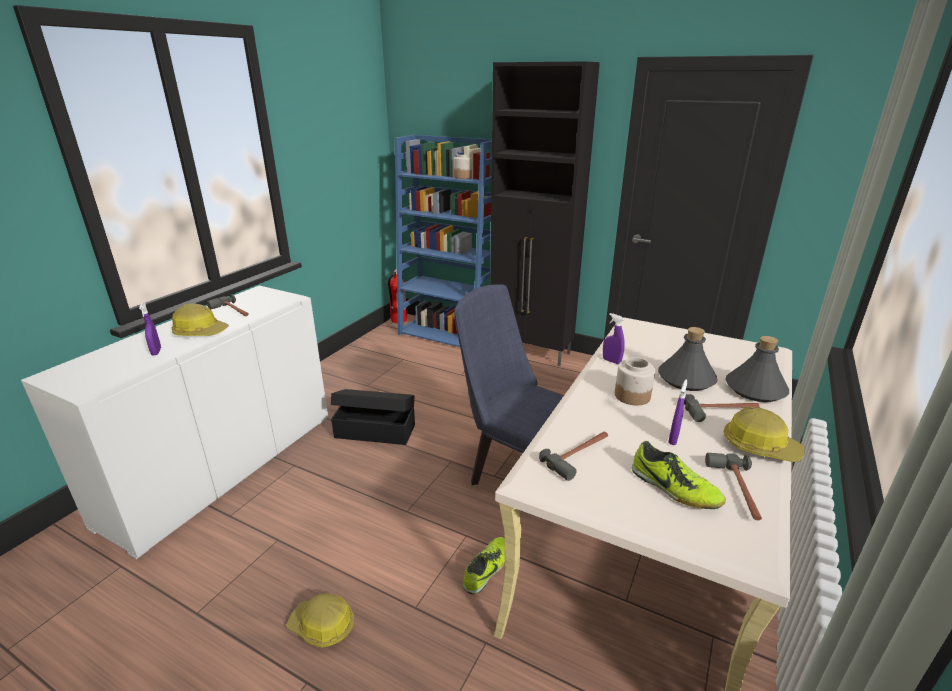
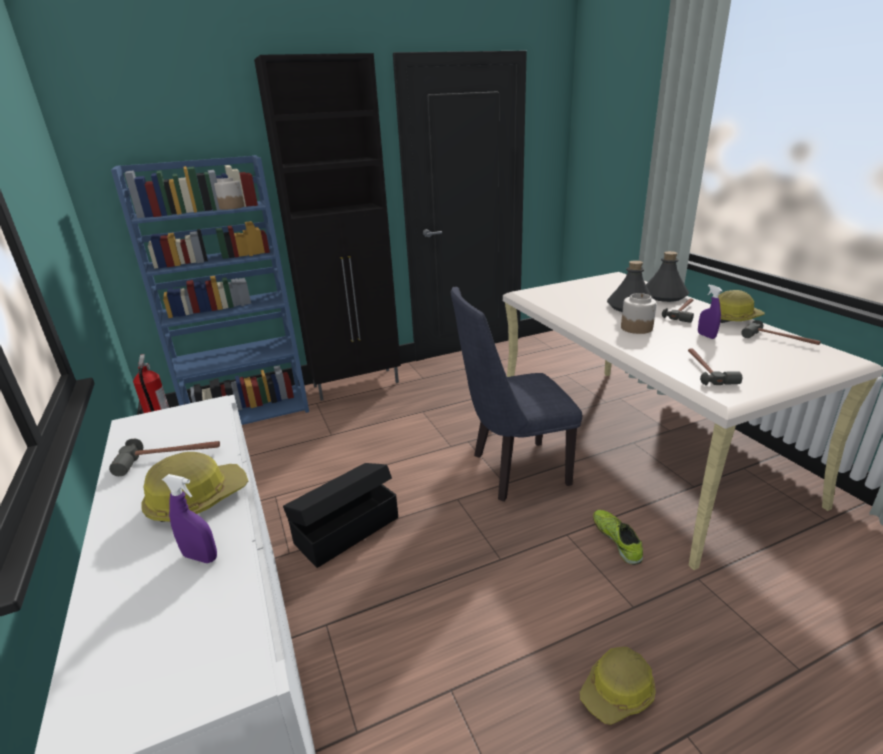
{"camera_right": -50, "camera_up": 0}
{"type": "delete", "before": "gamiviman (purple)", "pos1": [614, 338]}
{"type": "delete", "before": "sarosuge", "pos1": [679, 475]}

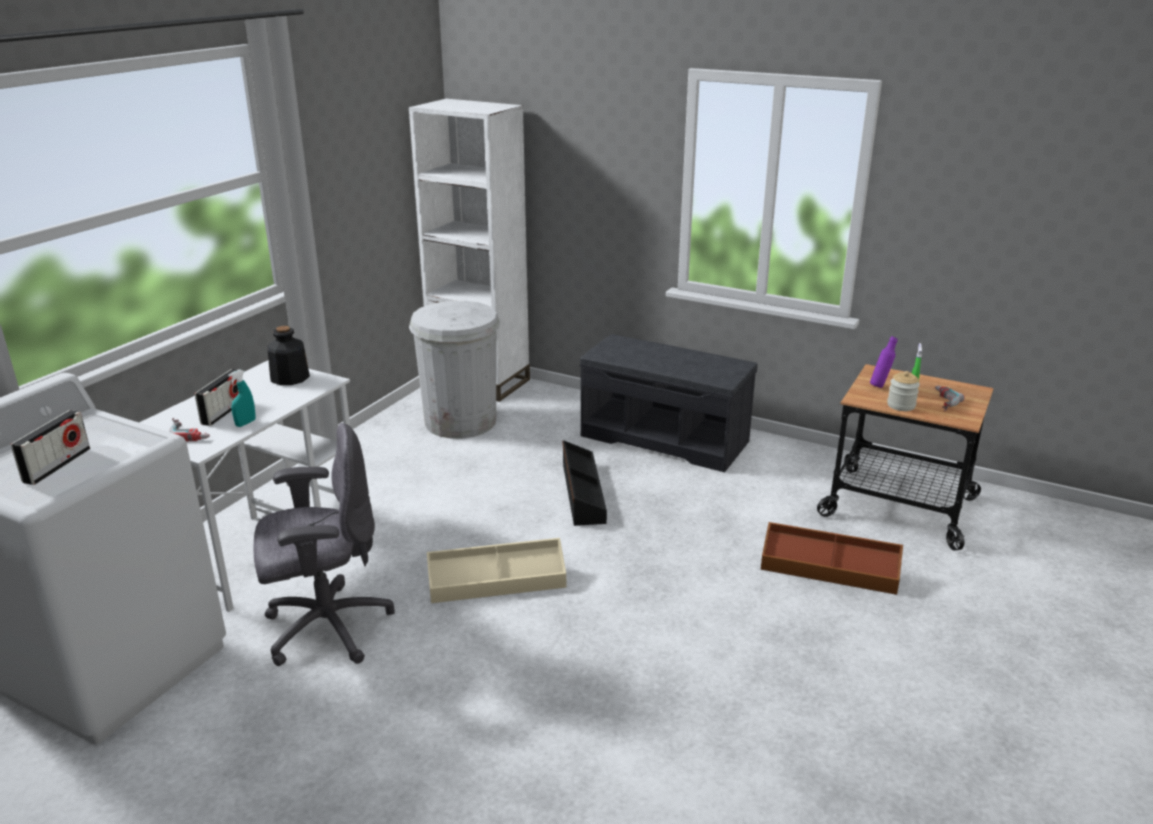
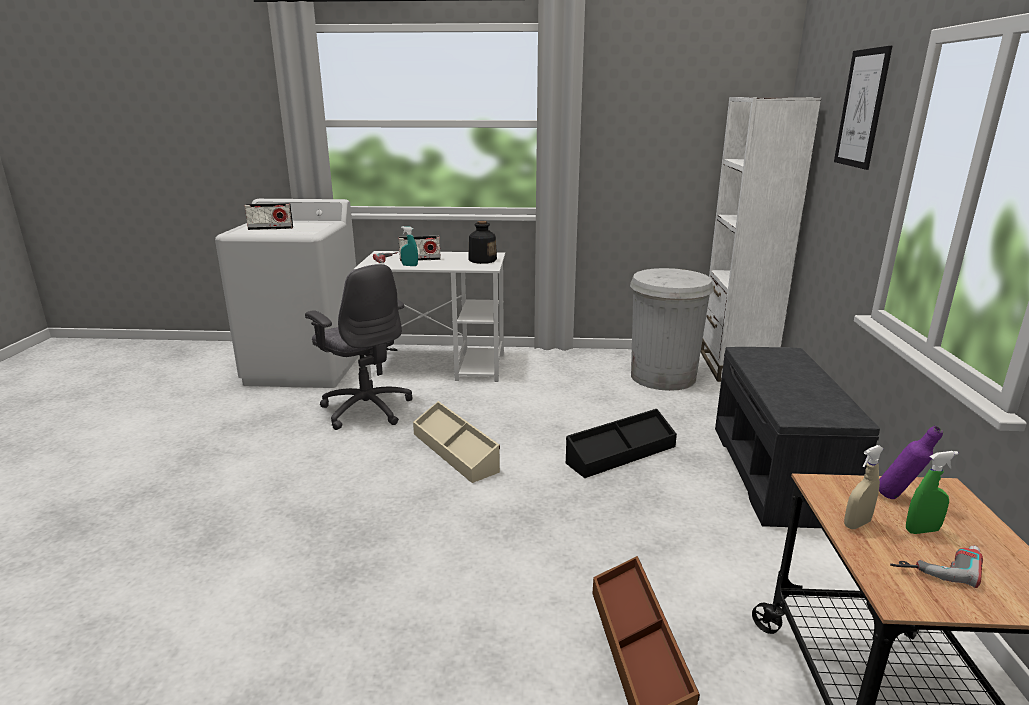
{"camera_right": 65, "camera_up": -5}
{"type": "replace", "before": "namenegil", "after": "gamiviman (beige)", "pos1": [903, 391], "pos2": [863, 487]}
{"type": "insert", "after": "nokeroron", "pos2": [863, 108]}

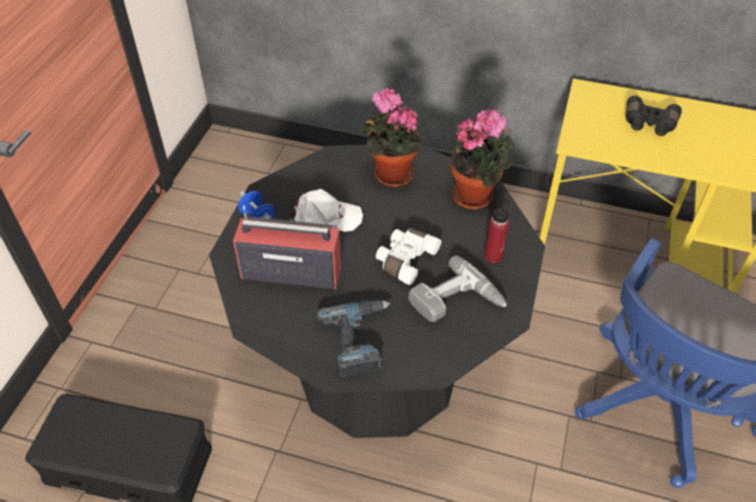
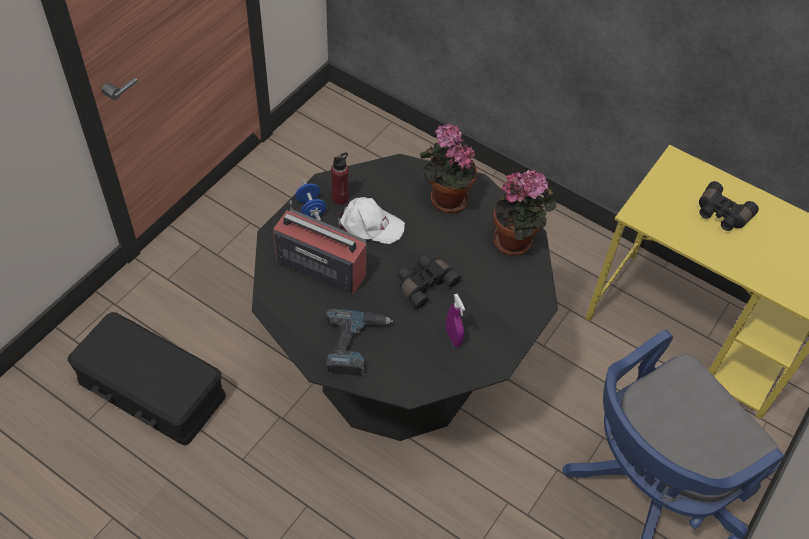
{"camera_right": 15, "camera_up": 5}
{"type": "move", "before": "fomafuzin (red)", "pos1": [497, 232], "pos2": [340, 178]}
{"type": "recolor", "before": "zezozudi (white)", "after": "zezozudi (black)", "pos1": [408, 257], "pos2": [430, 282]}
{"type": "replace", "before": "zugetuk", "after": "gamiviman (purple)", "pos1": [458, 288], "pos2": [455, 320]}

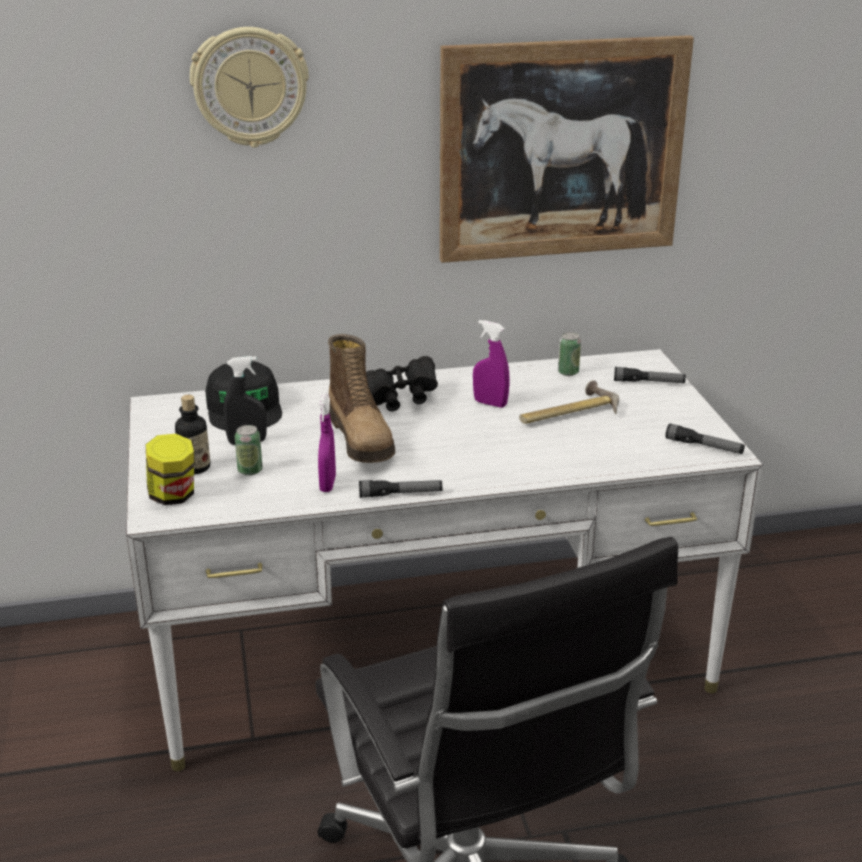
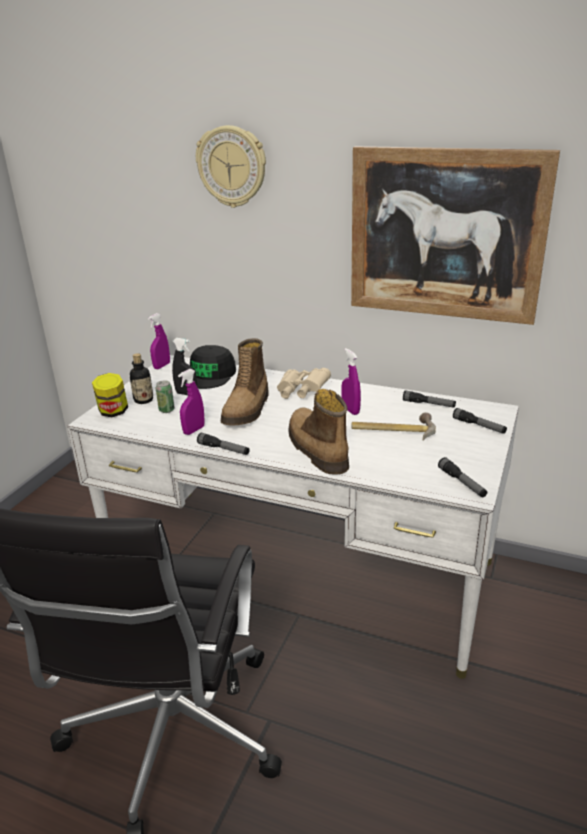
{"camera_right": 35, "camera_up": 0}
{"type": "replace", "before": "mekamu", "after": "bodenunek", "pos1": [569, 354], "pos2": [429, 399]}
{"type": "recolor", "before": "zezozudi (black)", "after": "zezozudi (beige)", "pos1": [402, 383], "pos2": [304, 383]}
{"type": "insert", "after": "gamiviman (purple)", "pos2": [159, 341]}
{"type": "insert", "after": "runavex", "pos2": [318, 432]}

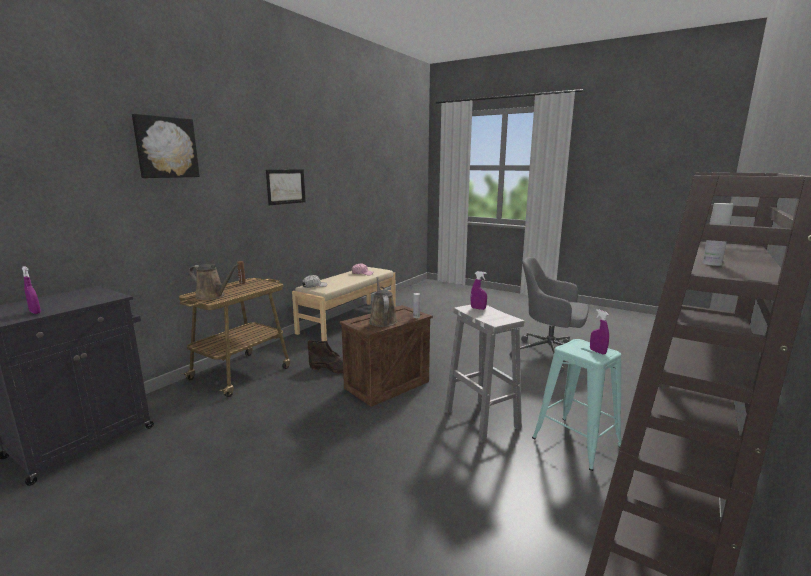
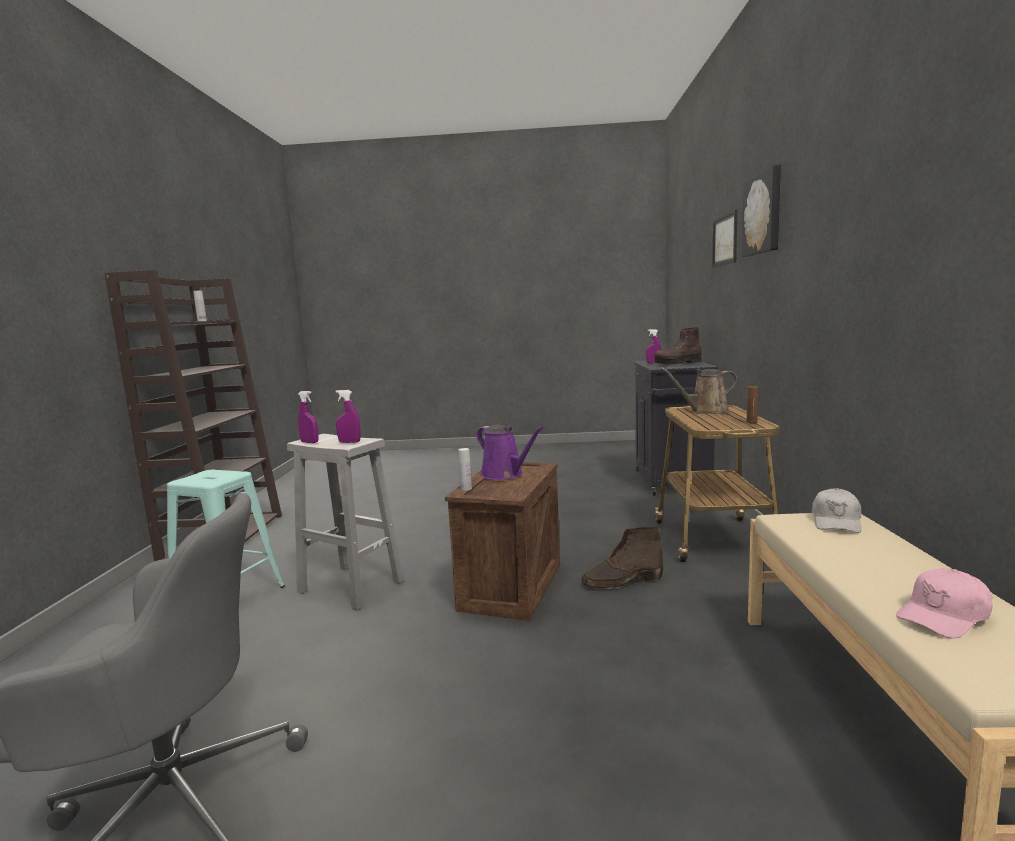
{"camera_right": 150, "camera_up": -5}
{"type": "move", "before": "nokeroron", "pos1": [286, 187], "pos2": [724, 238]}
{"type": "recolor", "before": "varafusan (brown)", "after": "varafusan (purple)", "pos1": [383, 302], "pos2": [510, 452]}
{"type": "move", "before": "gamiviman (purple)", "pos1": [599, 332], "pos2": [308, 417]}
{"type": "insert", "after": "runavex (brown)", "pos2": [678, 345]}

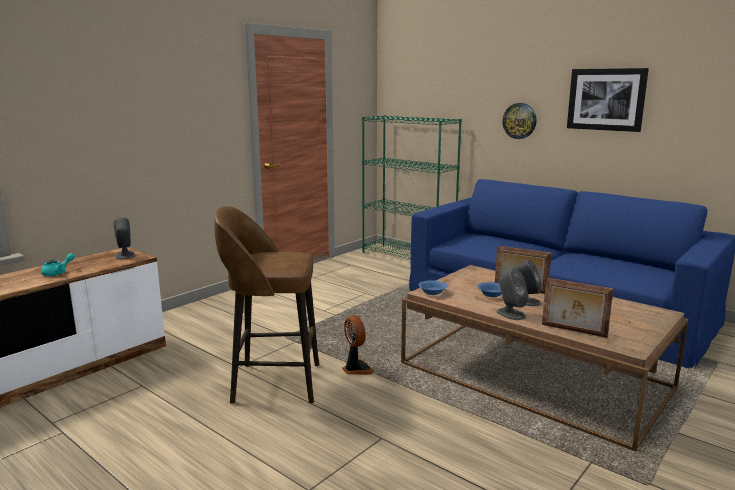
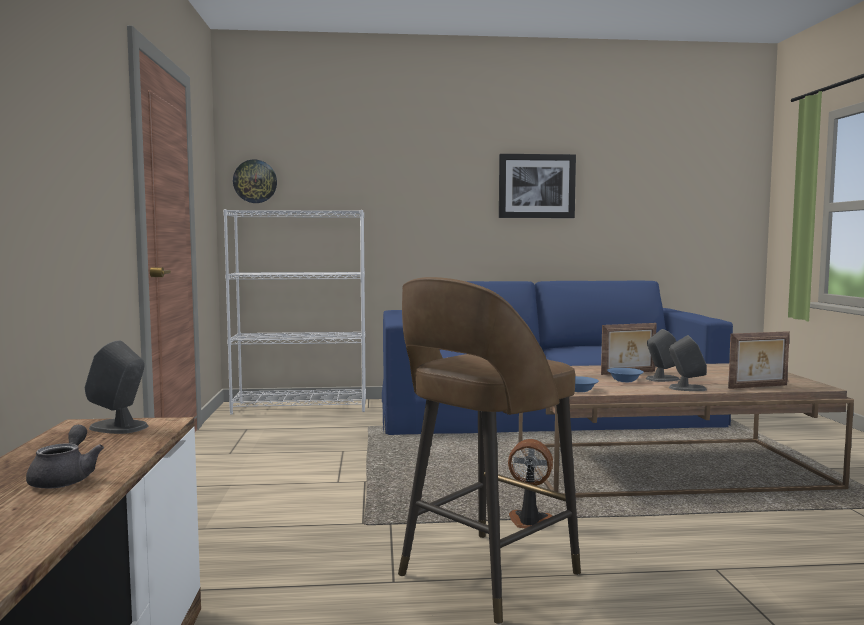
{"camera_right": -45, "camera_up": -10}
{"type": "move", "before": "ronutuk", "pos1": [519, 121], "pos2": [255, 181]}
{"type": "recolor", "before": "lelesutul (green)", "after": "lelesutul (white)", "pos1": [412, 187], "pos2": [294, 312]}
{"type": "recolor", "before": "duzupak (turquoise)", "after": "duzupak (grey)", "pos1": [58, 264], "pos2": [65, 456]}

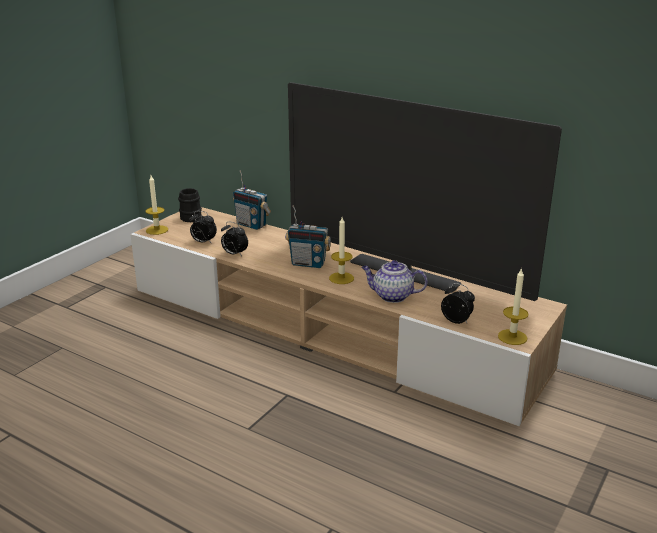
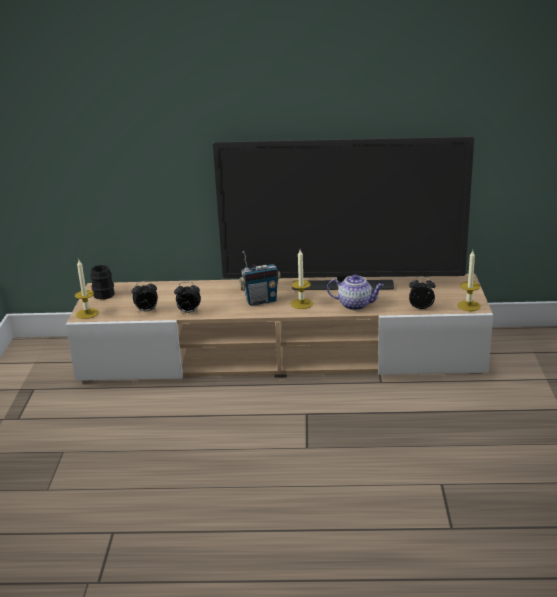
{"camera_right": -30, "camera_up": 0}
{"type": "delete", "before": "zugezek", "pos1": [252, 200]}
{"type": "rotate", "before": "duzupak", "pos1": [394, 281], "pos2": [355, 292], "turn": -150}

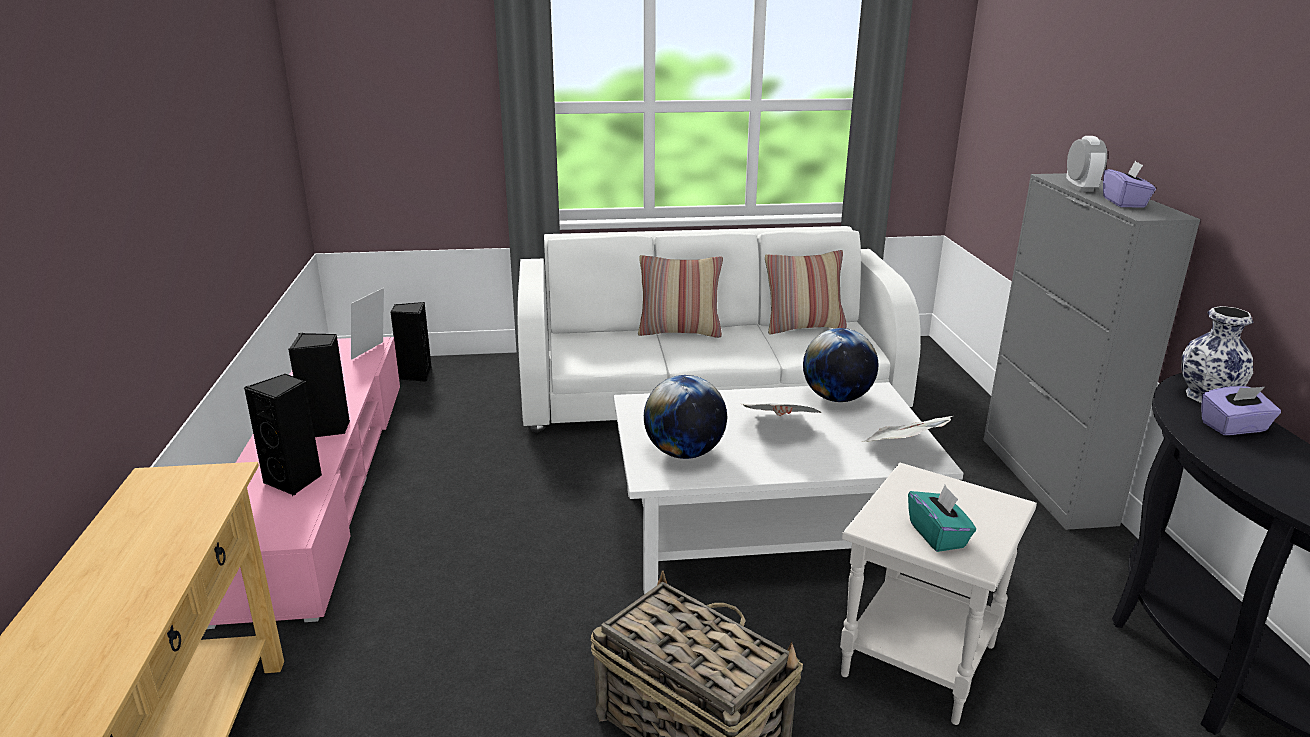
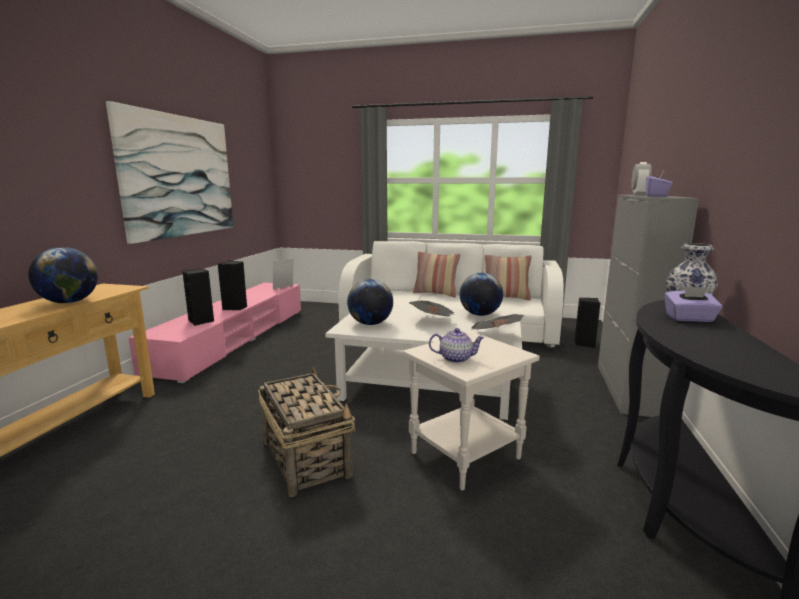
{"camera_right": 20, "camera_up": -10}
{"type": "move", "before": "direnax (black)", "pos1": [411, 342], "pos2": [587, 323]}
{"type": "replace", "before": "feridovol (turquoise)", "after": "duzupak", "pos1": [942, 518], "pos2": [457, 345]}
{"type": "insert", "after": "nokeroron", "pos2": [169, 172]}
{"type": "insert", "after": "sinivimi", "pos2": [63, 275]}

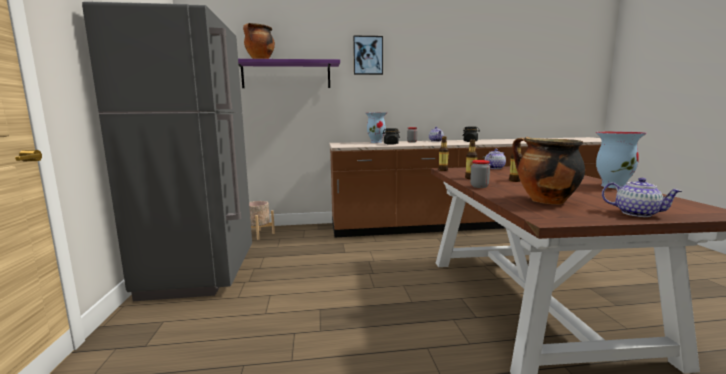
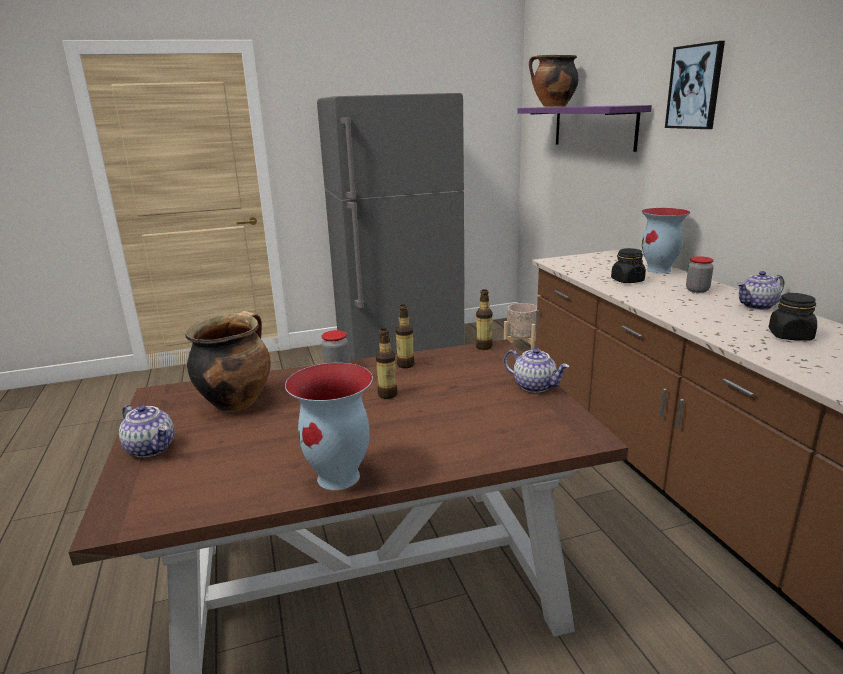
{"camera_right": 80, "camera_up": 10}
{"type": "rotate", "before": "duzupak", "pos1": [642, 197], "pos2": [146, 431], "turn": -75}

